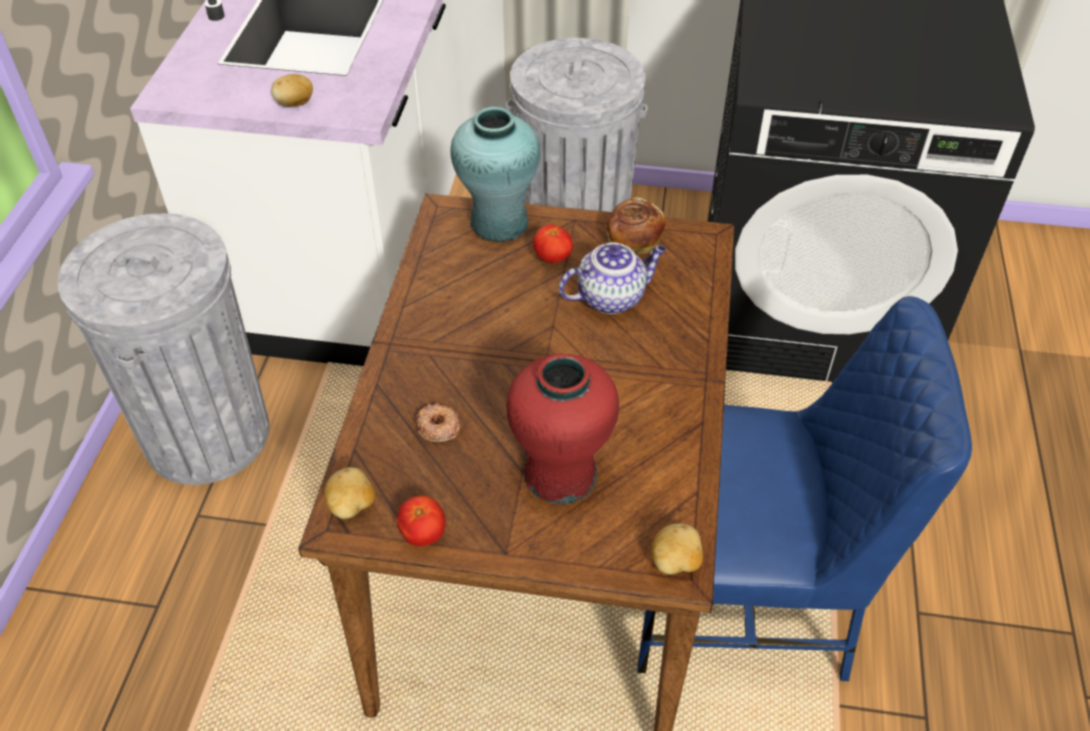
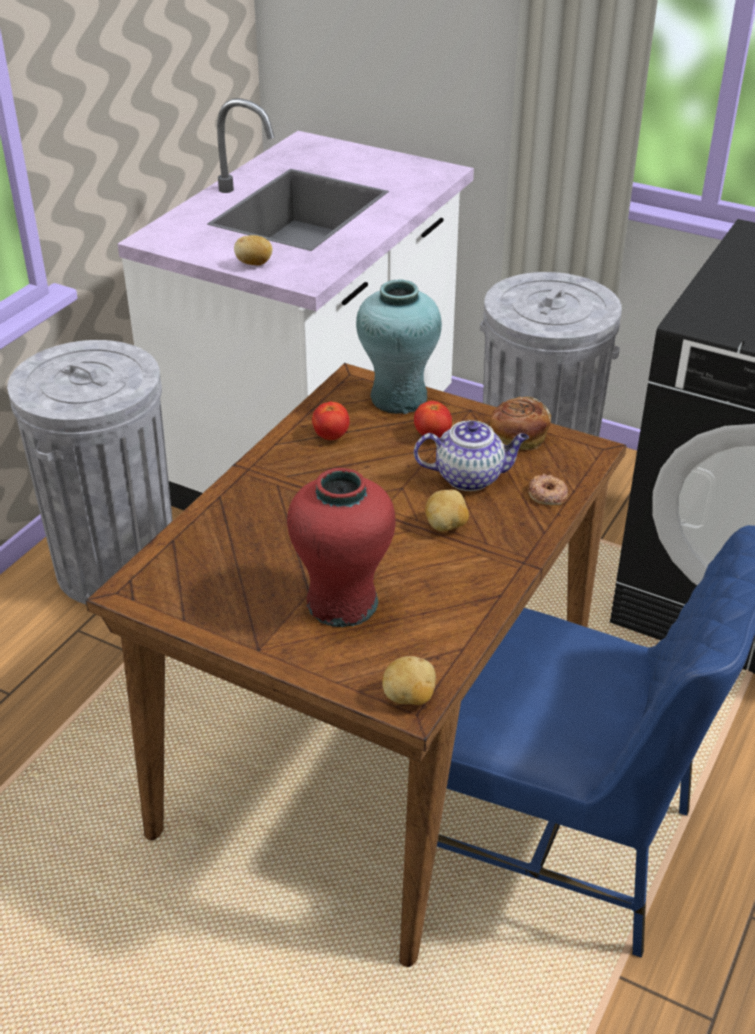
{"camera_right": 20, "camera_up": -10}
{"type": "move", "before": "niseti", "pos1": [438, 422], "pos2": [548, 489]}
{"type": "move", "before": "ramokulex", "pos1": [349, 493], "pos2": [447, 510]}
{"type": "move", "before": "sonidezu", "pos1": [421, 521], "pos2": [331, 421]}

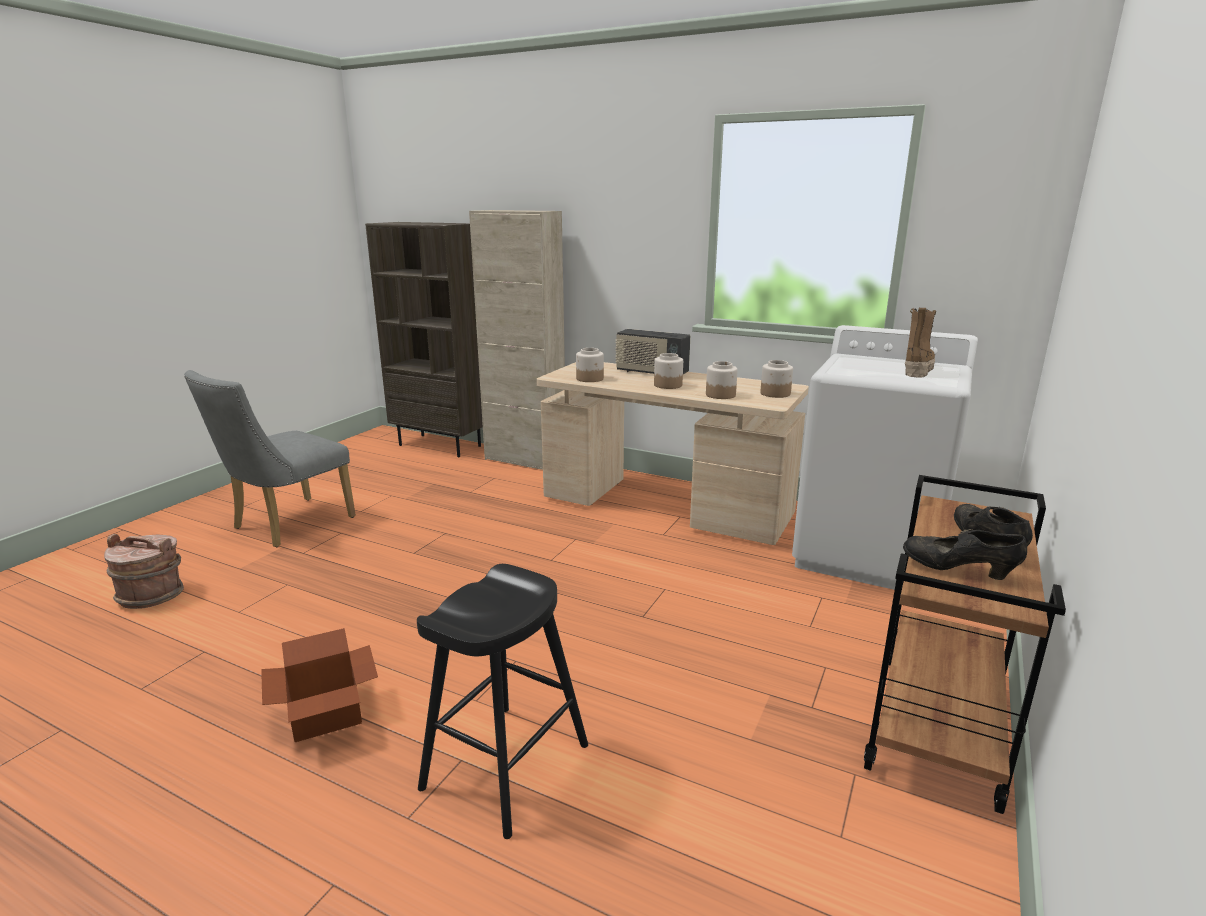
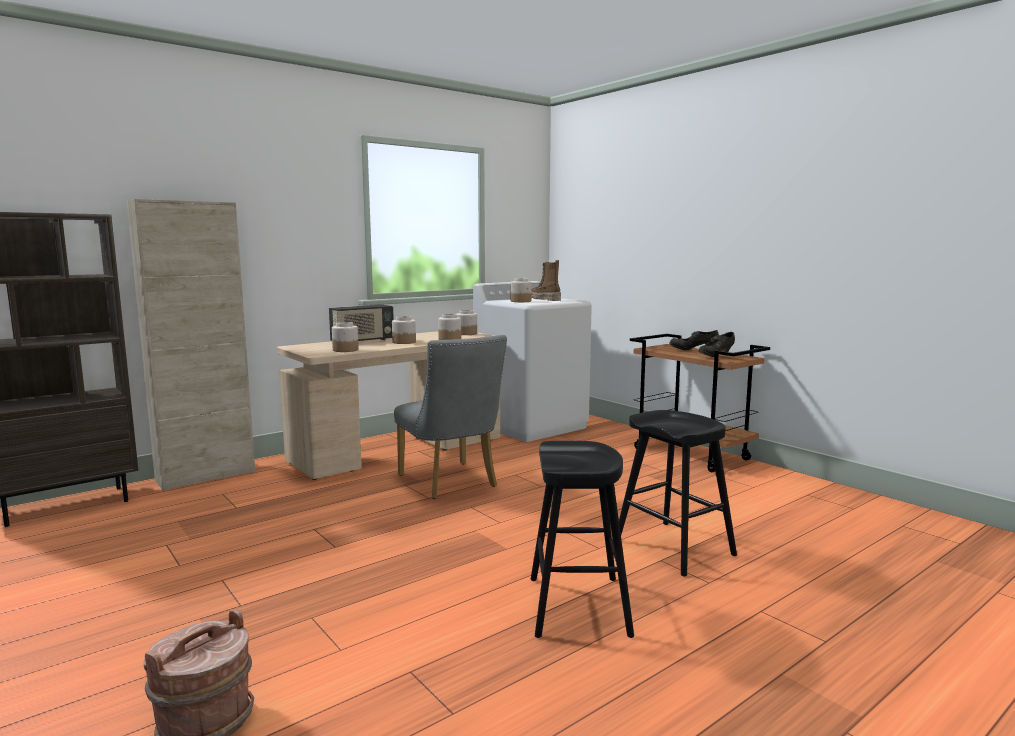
{"camera_right": -65, "camera_up": -10}
{"type": "move", "before": "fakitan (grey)", "pos1": [270, 458], "pos2": [450, 417]}
{"type": "replace", "before": "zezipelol", "after": "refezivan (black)", "pos1": [319, 685], "pos2": [582, 539]}
{"type": "insert", "after": "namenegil", "pos2": [521, 290]}

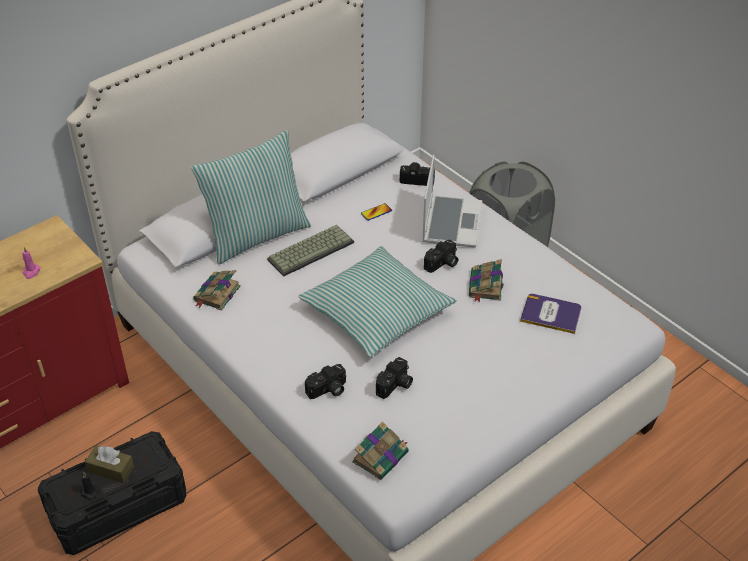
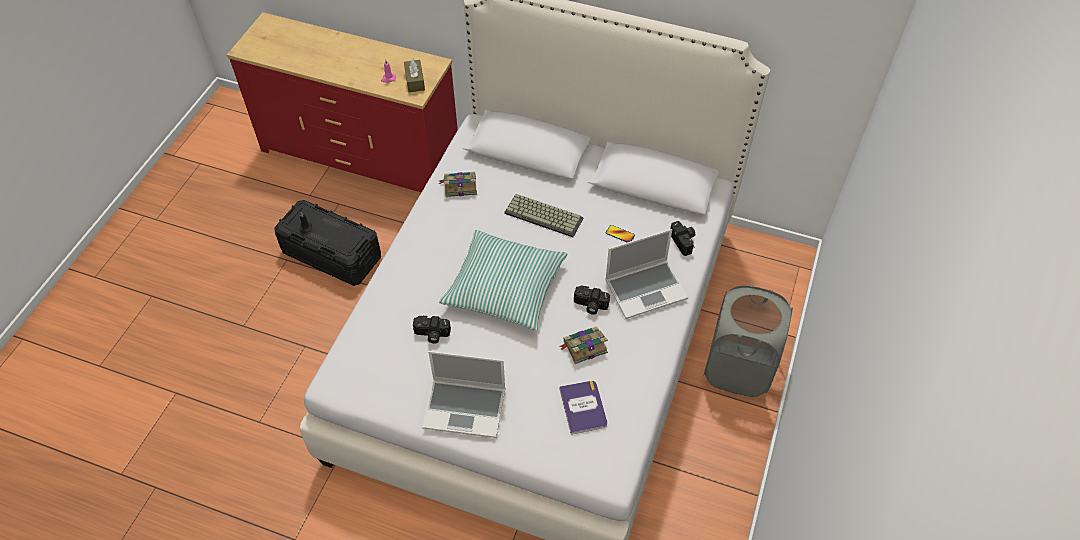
{"camera_right": 60, "camera_up": 10}
{"type": "delete", "before": "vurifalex", "pos1": [251, 197]}
{"type": "delete", "before": "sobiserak", "pos1": [325, 381]}
{"type": "delete", "before": "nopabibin", "pos1": [380, 450]}
{"type": "move", "before": "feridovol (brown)", "pos1": [109, 464], "pos2": [414, 75]}
{"type": "insert", "after": "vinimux", "pos2": [463, 394]}

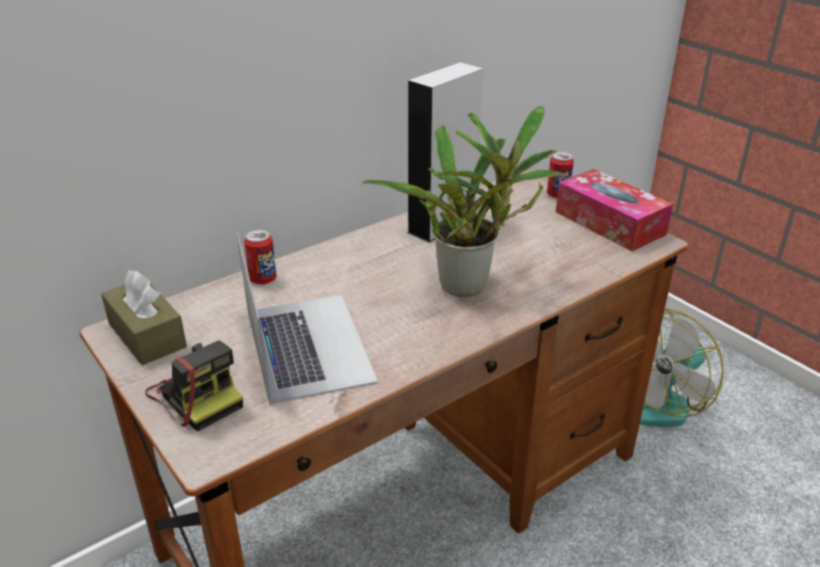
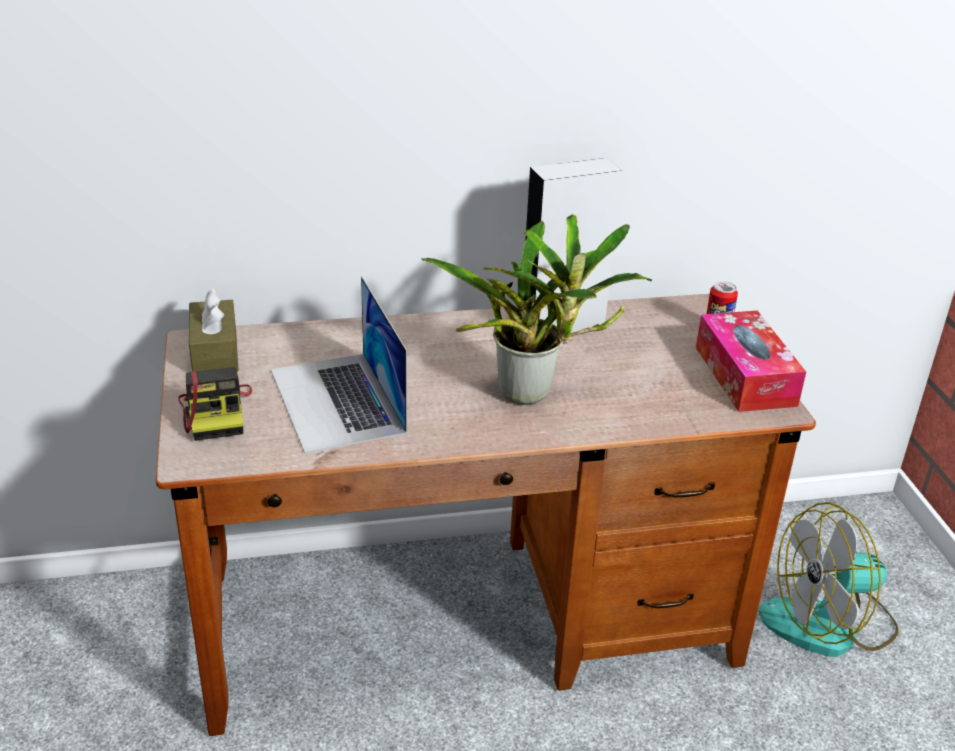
{"camera_right": 25, "camera_up": 0}
{"type": "delete", "before": "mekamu", "pos1": [260, 257]}
{"type": "rotate", "before": "vinimux", "pos1": [307, 318], "pos2": [339, 365], "turn": 150}

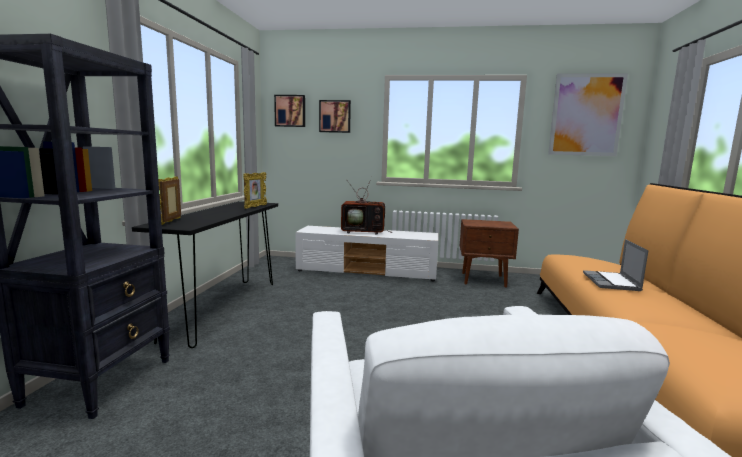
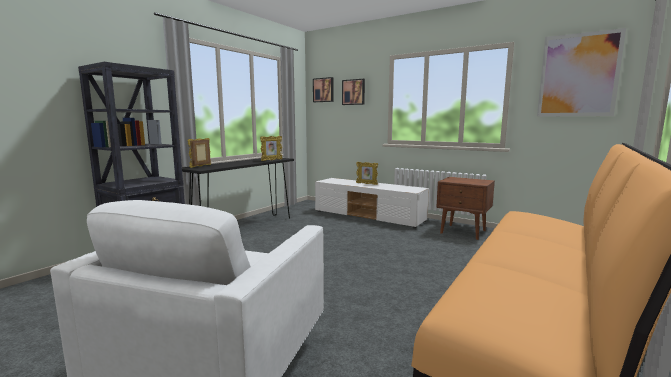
{"camera_right": 25, "camera_up": 0}
{"type": "replace", "before": "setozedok", "after": "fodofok", "pos1": [366, 205], "pos2": [367, 173]}
{"type": "delete", "before": "vinimux", "pos1": [615, 265]}

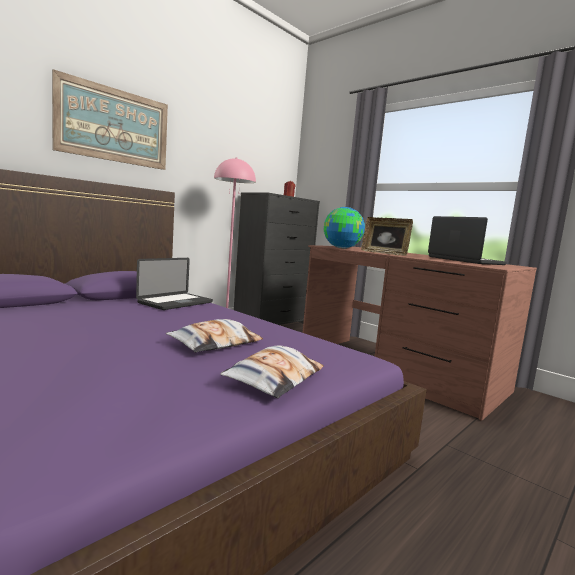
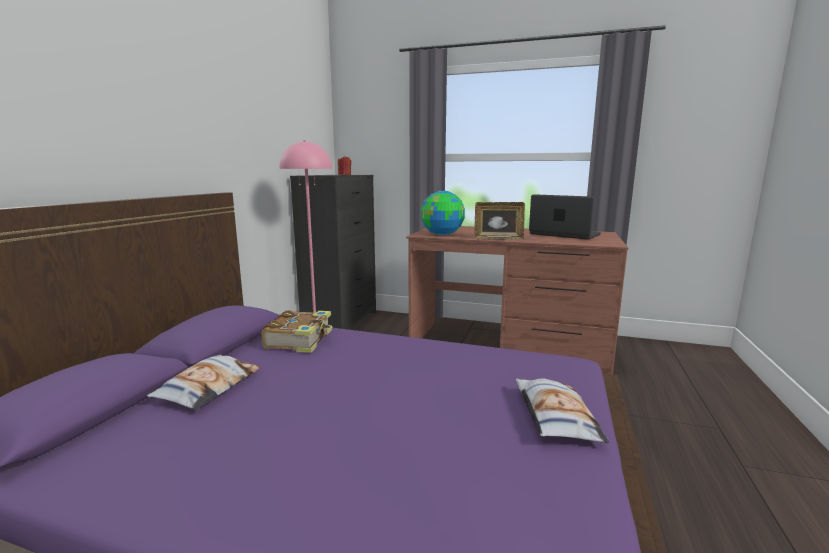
{"camera_right": -25, "camera_up": 5}
{"type": "delete", "before": "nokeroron", "pos1": [110, 119]}
{"type": "replace", "before": "vinimux", "after": "nopabibin", "pos1": [174, 284], "pos2": [296, 331]}
{"type": "move", "before": "vurifalex", "pos1": [214, 336], "pos2": [203, 382]}

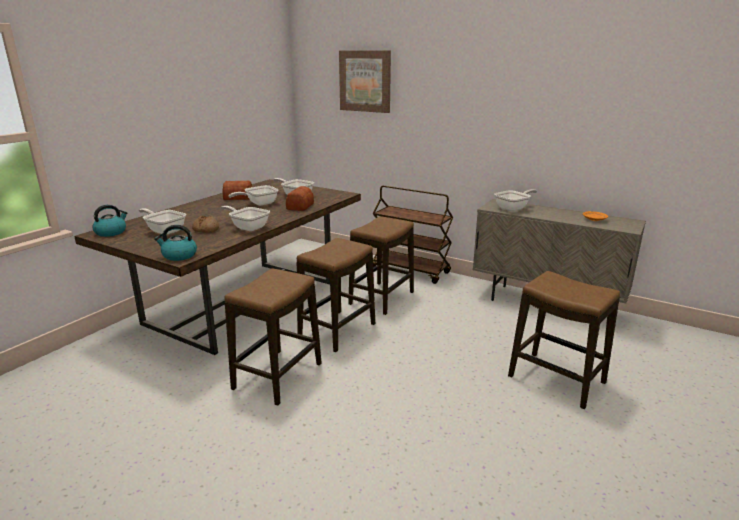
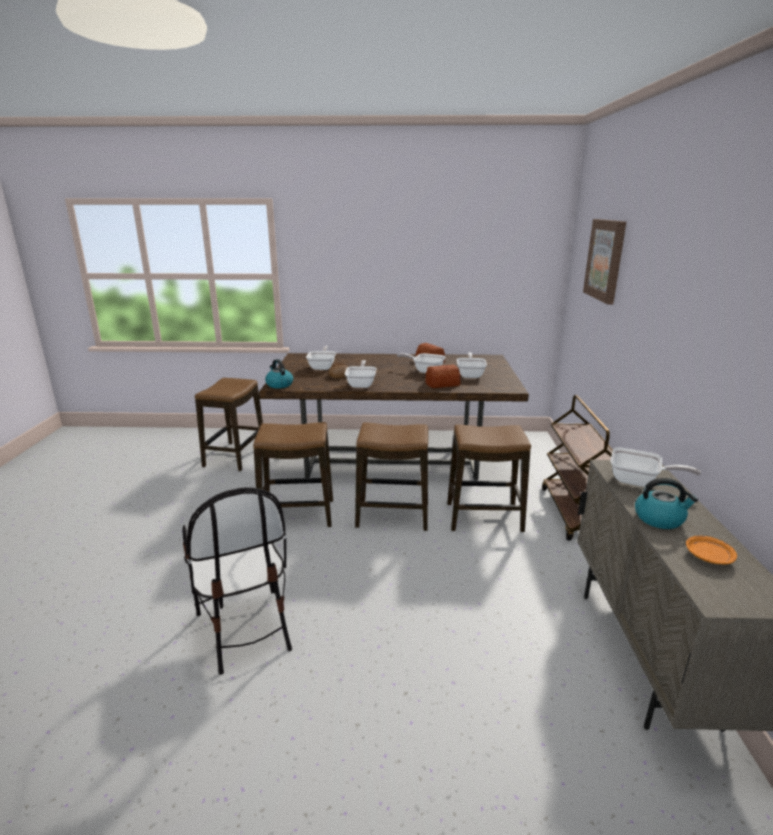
{"camera_right": 60, "camera_up": 0}
{"type": "move", "before": "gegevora", "pos1": [109, 221], "pos2": [666, 503]}
{"type": "move", "before": "refezivan", "pos1": [564, 340], "pos2": [229, 424]}
{"type": "insert", "after": "fakitan", "pos2": [237, 581]}

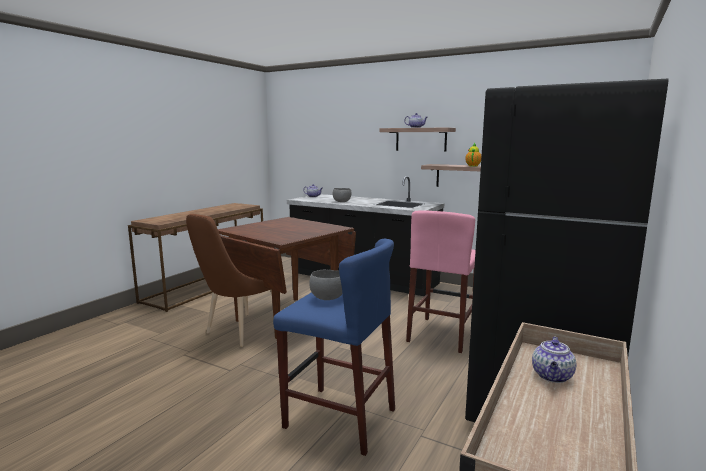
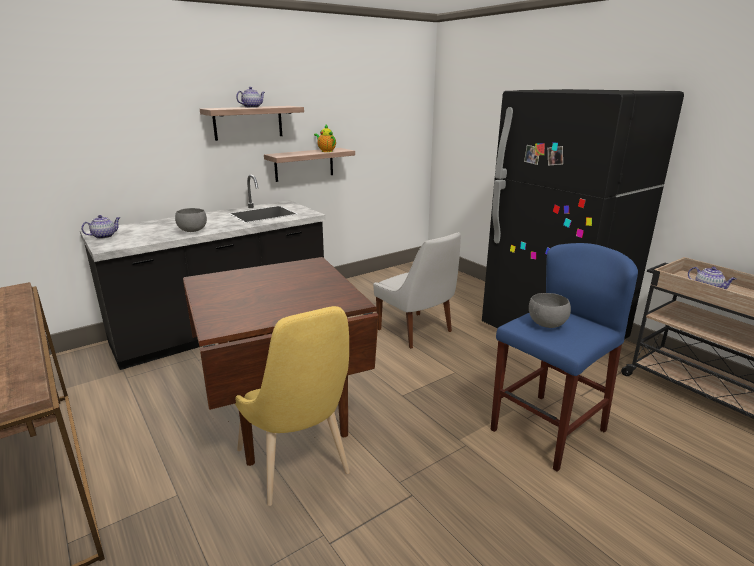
{"camera_right": -65, "camera_up": 10}
{"type": "replace", "before": "refezivan (pink)", "after": "fakitan (white)", "pos1": [441, 281], "pos2": [417, 290]}
{"type": "recolor", "before": "fakitan (brown)", "after": "fakitan (yellow)", "pos1": [233, 280], "pos2": [292, 406]}

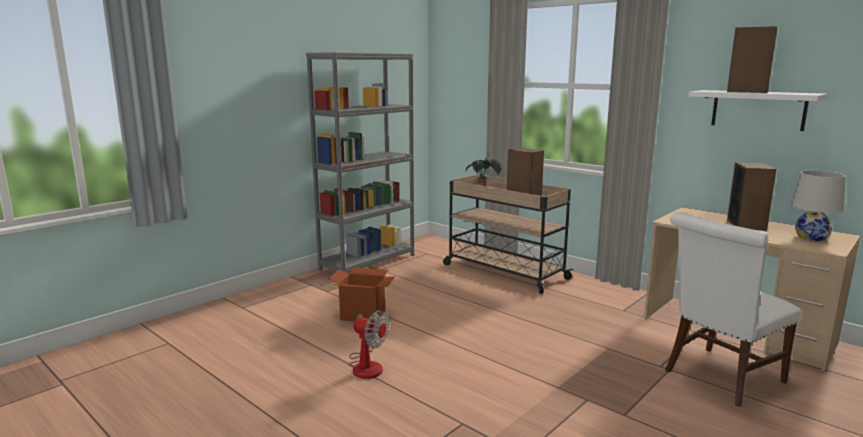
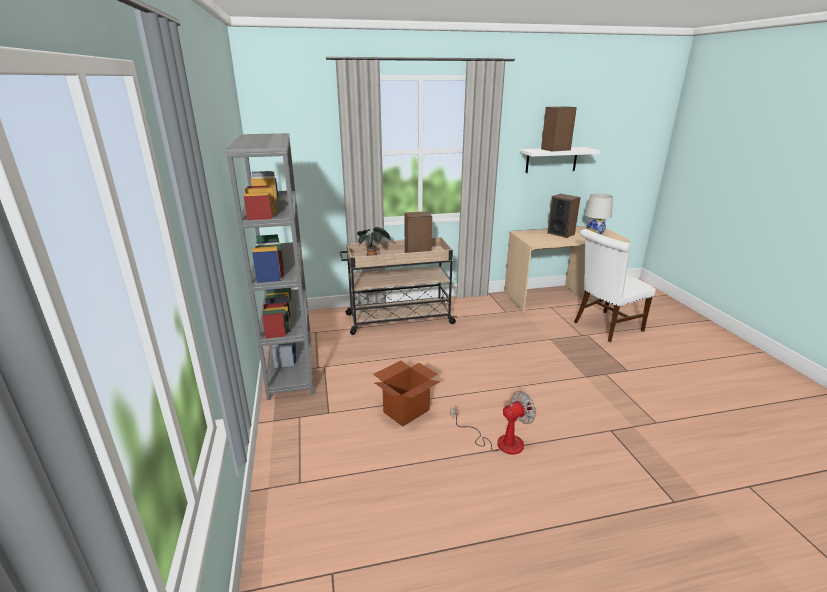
{"camera_right": -55, "camera_up": 10}
{"type": "rotate", "before": "fakitan (white)", "pos1": [733, 309], "pos2": [615, 285], "turn": 60}

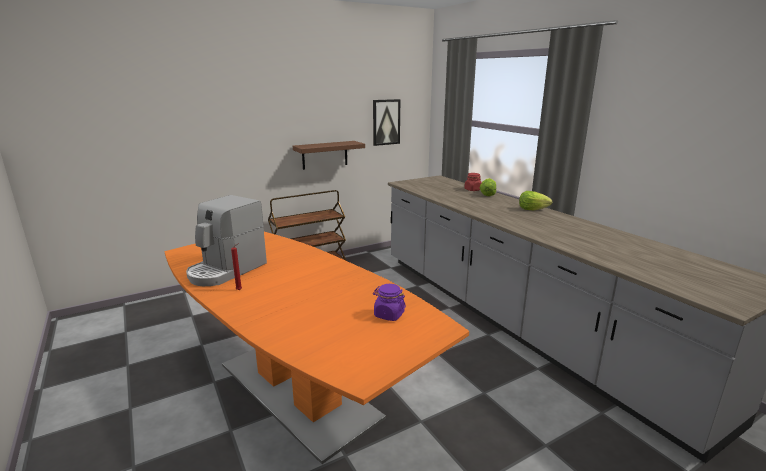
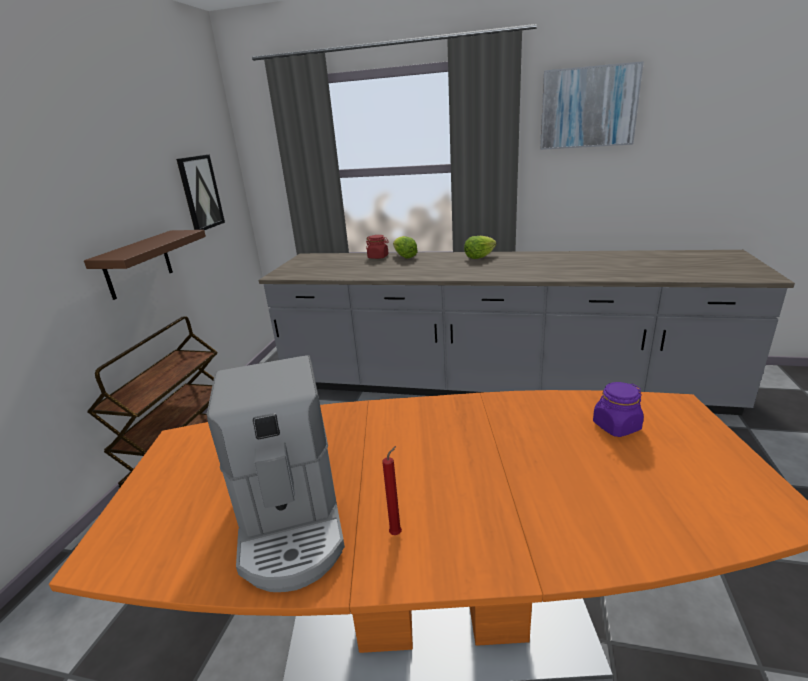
{"camera_right": -45, "camera_up": 5}
{"type": "insert", "after": "nokeroron", "pos2": [592, 105]}

